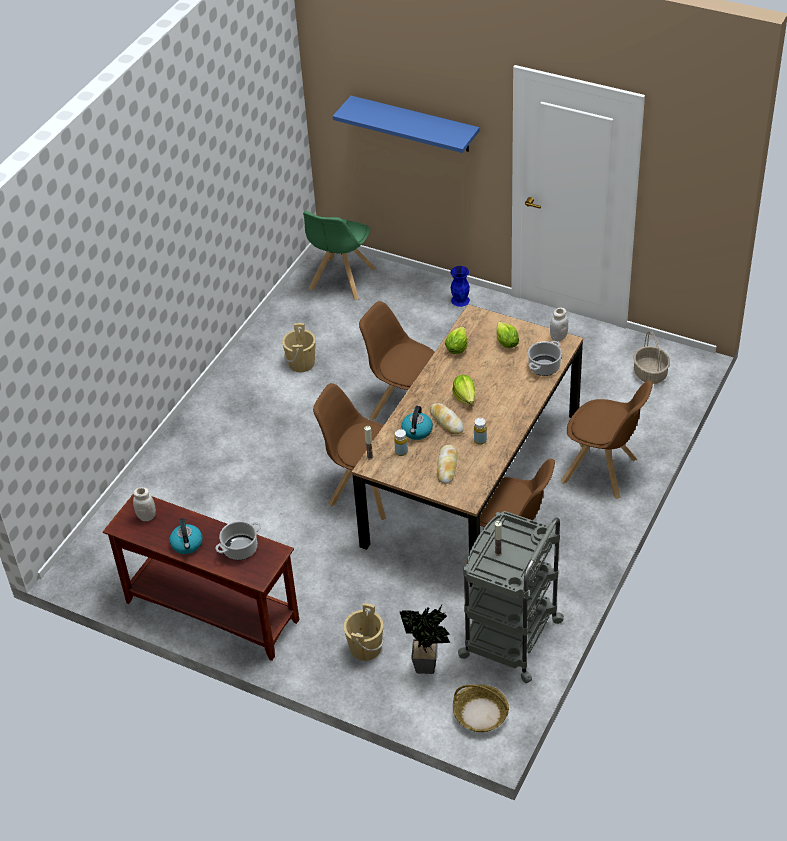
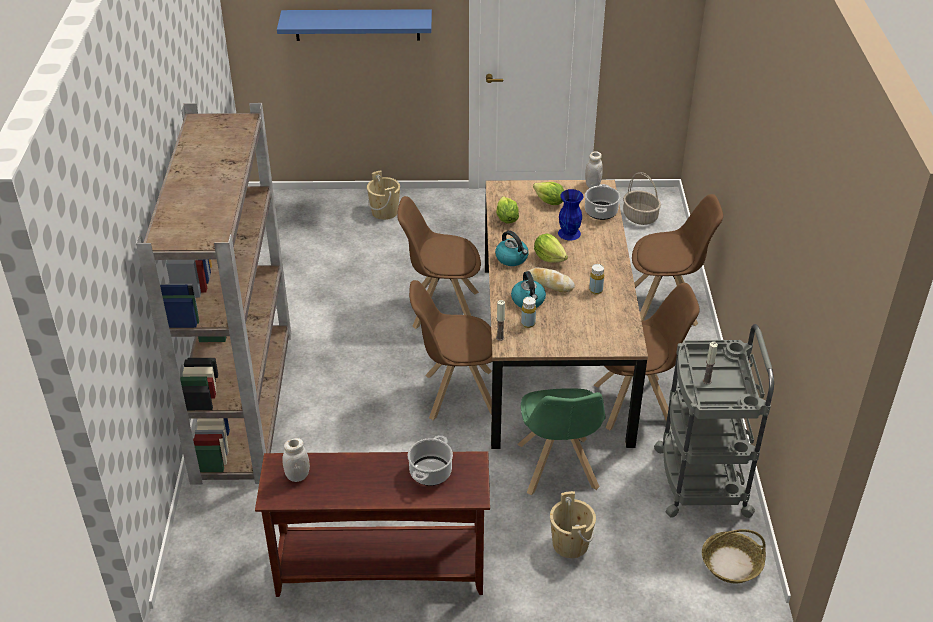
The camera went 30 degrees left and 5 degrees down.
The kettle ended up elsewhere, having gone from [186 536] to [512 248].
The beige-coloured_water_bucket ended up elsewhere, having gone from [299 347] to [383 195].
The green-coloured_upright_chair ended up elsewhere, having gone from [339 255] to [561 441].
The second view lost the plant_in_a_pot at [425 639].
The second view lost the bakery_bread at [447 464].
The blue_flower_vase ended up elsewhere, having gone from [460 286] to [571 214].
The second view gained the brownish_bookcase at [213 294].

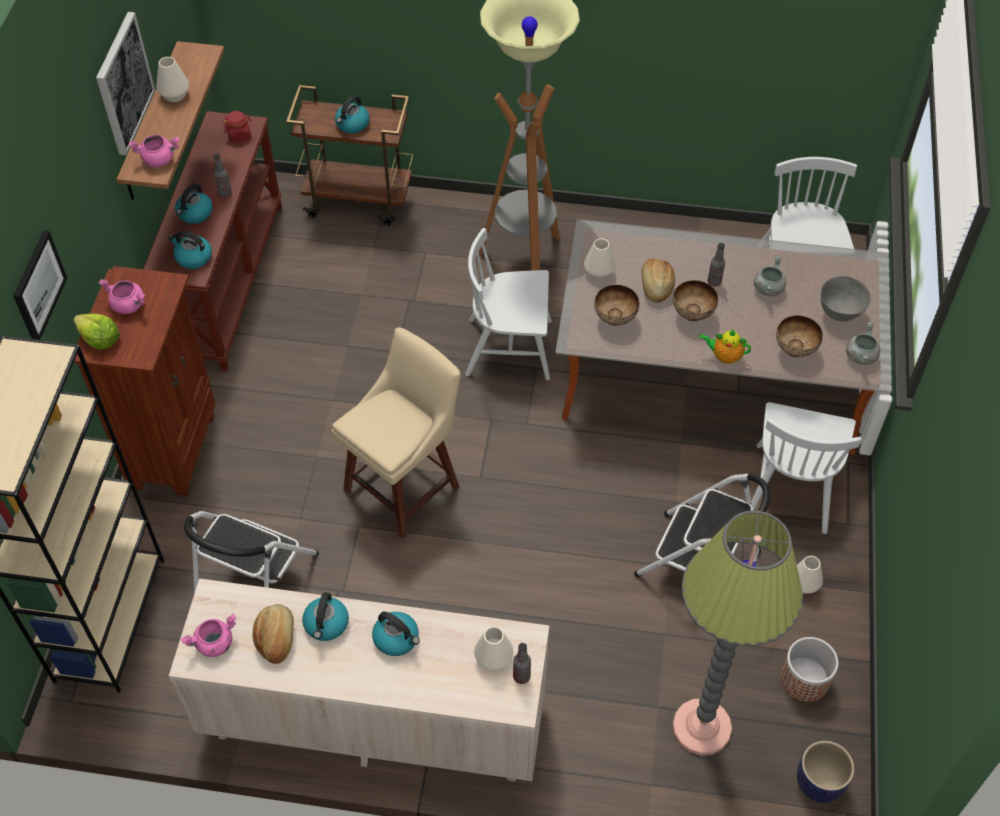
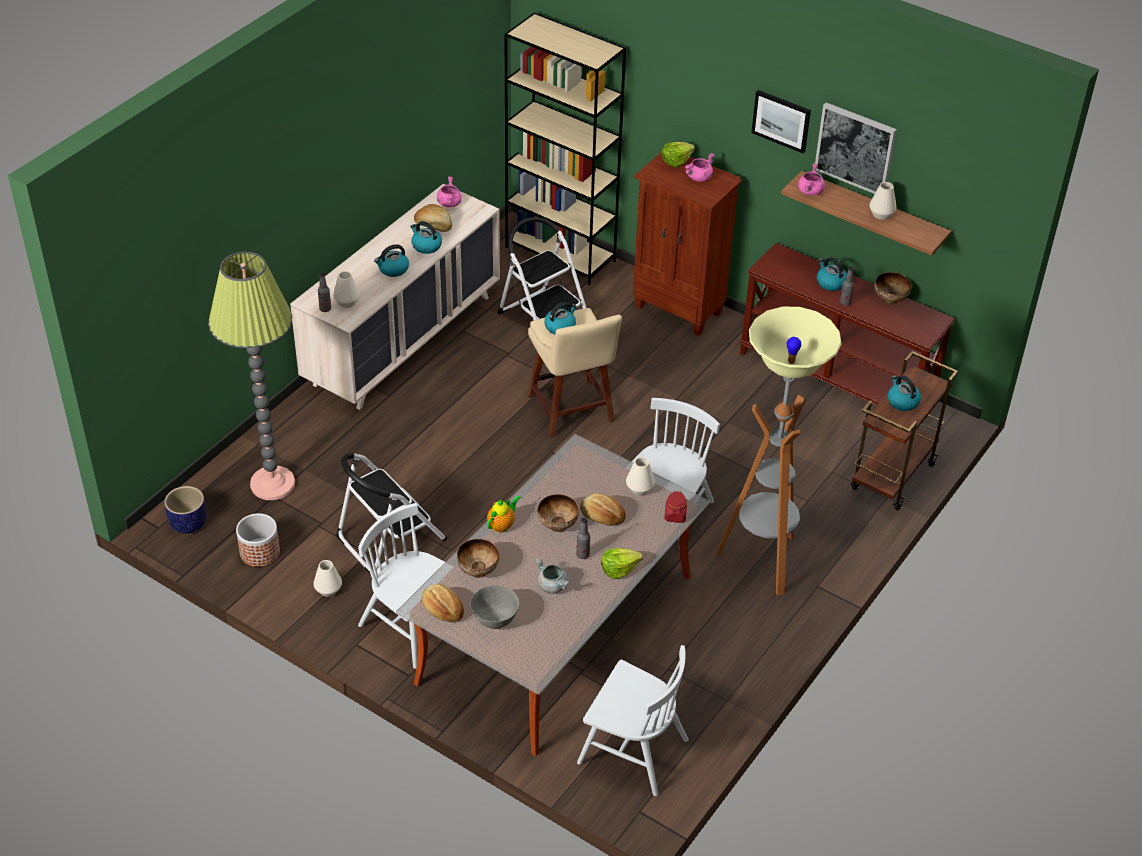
The camera went 115 degrees right and 10 degrees down.
The wall_art ended up elsewhere, having gone from [40 285] to [781 121].
The kettle ended up elsewhere, having gone from [190 250] to [560 318].
The red-coloured_preserve_jar ended up elsewhere, having gone from [237 127] to [675 507].
The bowl ended up elsewhere, having gone from [616 305] to [892 288].
Where the greyish_saucepot stood at [863 343], the bakery_bread came to stand at [442 603].
The second view gained the lettuce at [622 563].

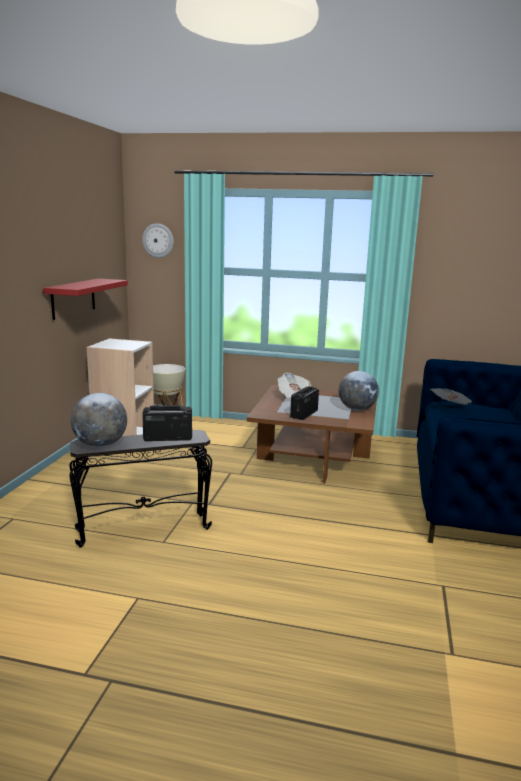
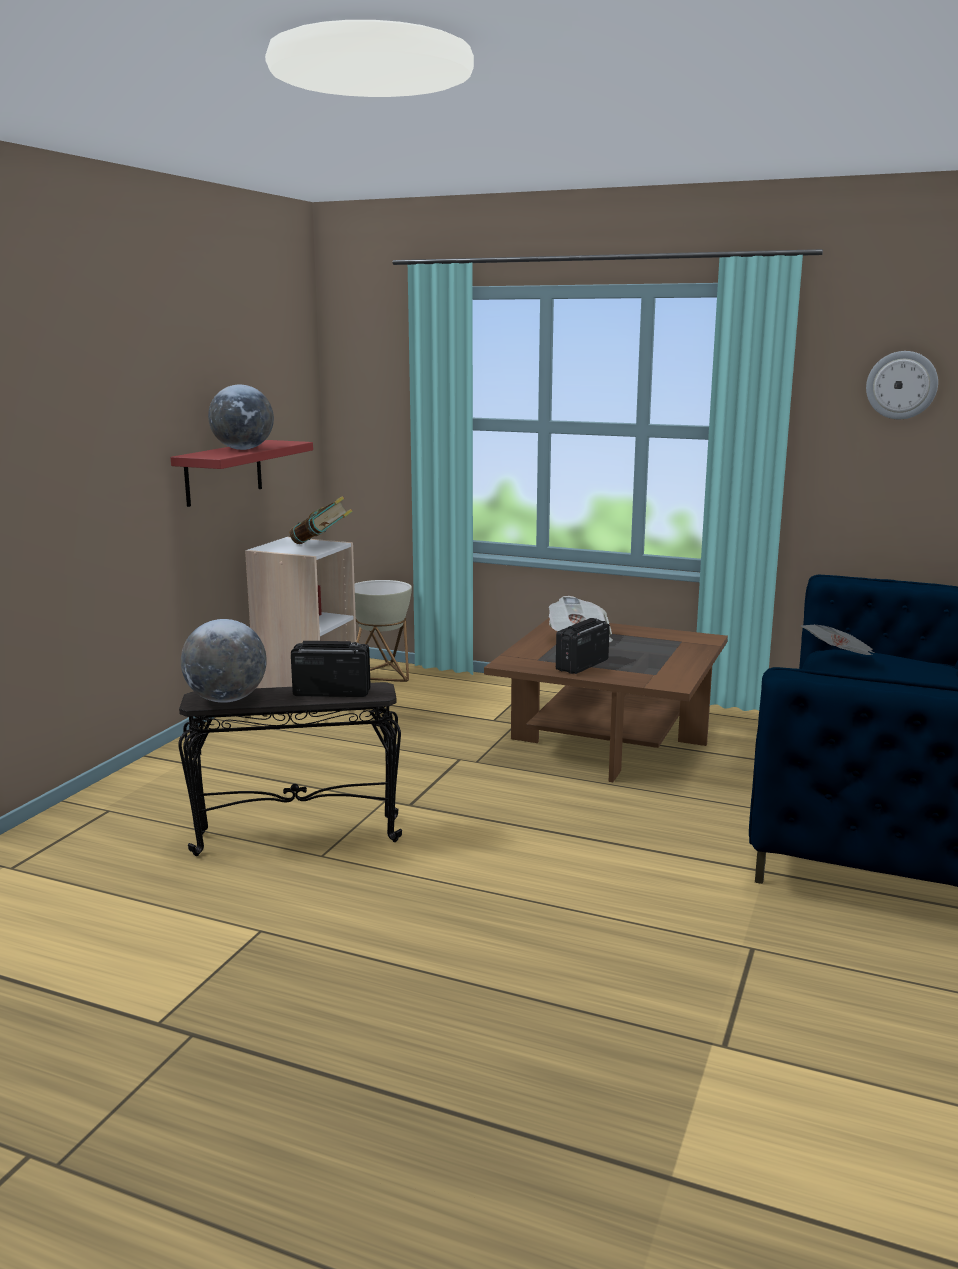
The camera went 10 degrees right and 0 degrees up.
The hanging_clock ended up elsewhere, having gone from [158 240] to [902 385].
The globe ended up elsewhere, having gone from [359 391] to [241 417].
The second view gained the volume at [321 520].

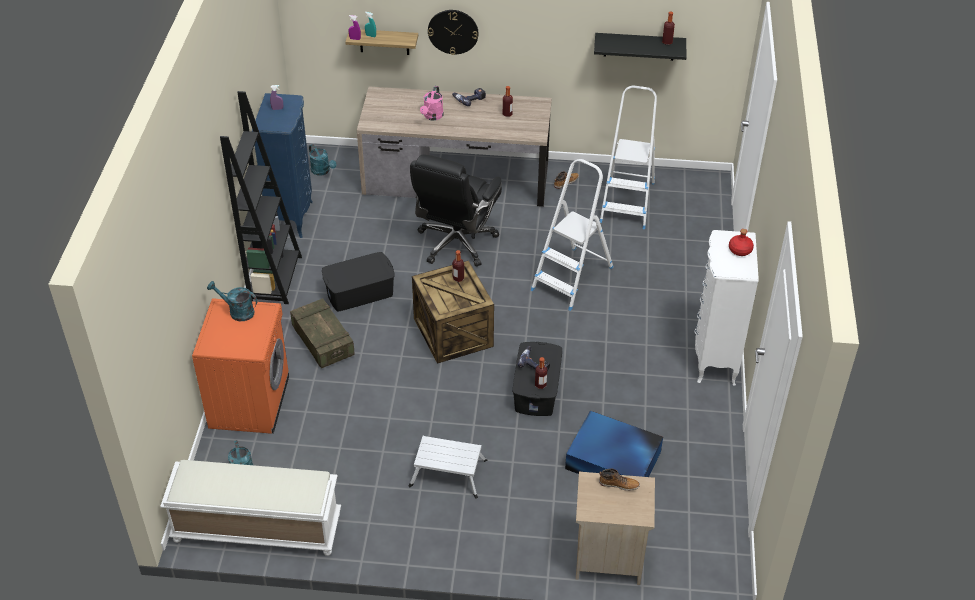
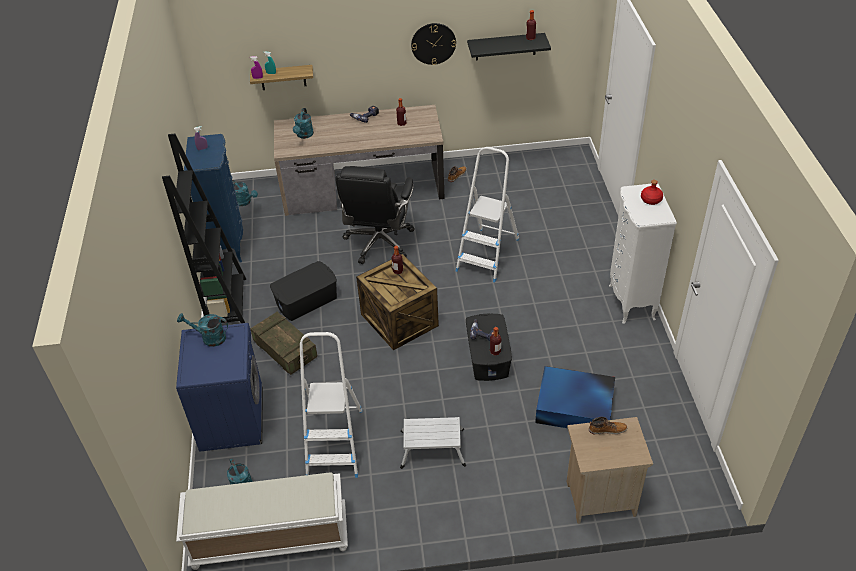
The camera went 10 degrees left and 0 degrees up.
What was the orange_laundry_machine at [240 366] turned into the blue_laundry_machine at [219 387].
The second view lost the pink_watering_pot at [432 103].
The hanging_clock ended up elsewhere, having gone from [453 32] to [433 44].
The white_stepladder ended up elsewhere, having gone from [628 157] to [331 405].
The second view gained the turquoise-coloured_watering_pot at [303 123].

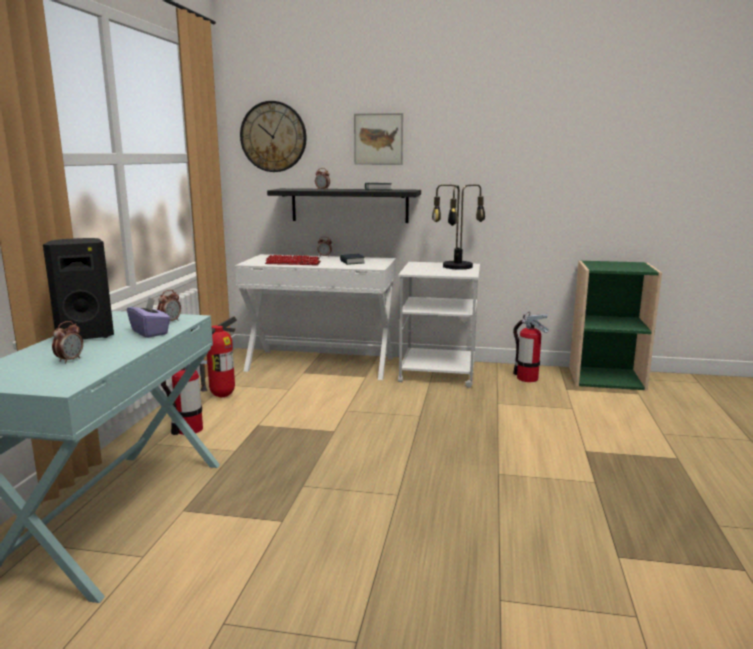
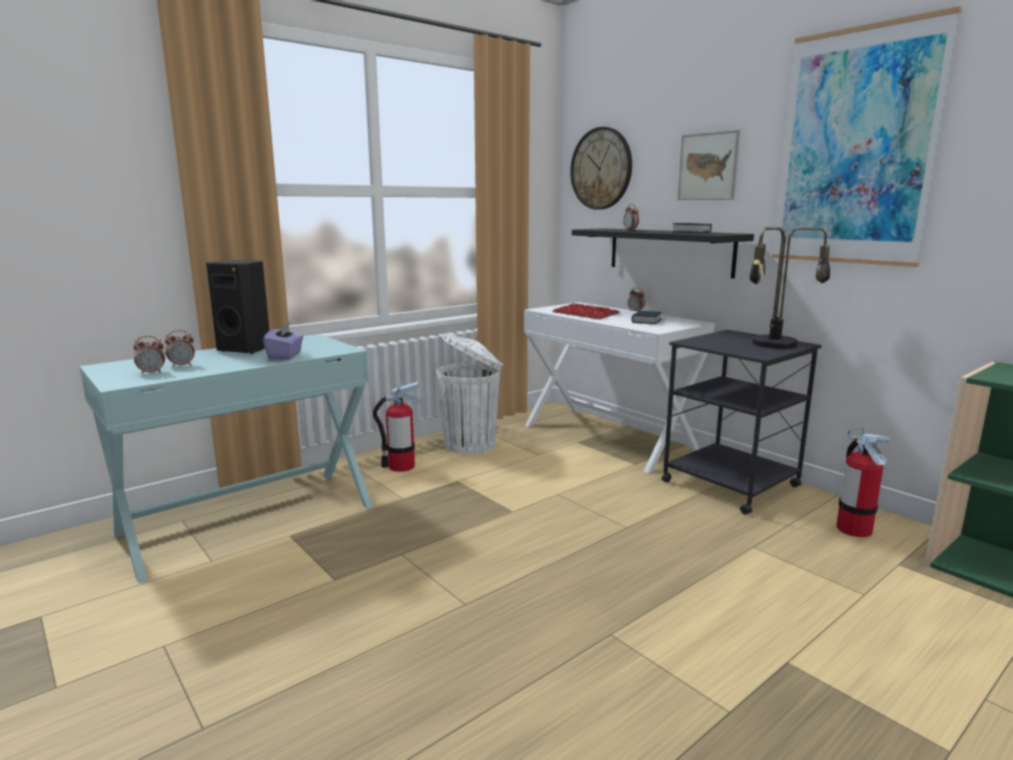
The camera went 40 degrees right and 0 degrees up.
The alarm_clock ended up elsewhere, having gone from [169 305] to [149 355].
Where the extinguisher stood at [218 356], the white_trash_can came to stand at [470 393].
What was the white_cart at [439 325] turned into the black-coloured_cart at [742 422].
The second view gained the wall_art at [867 136].

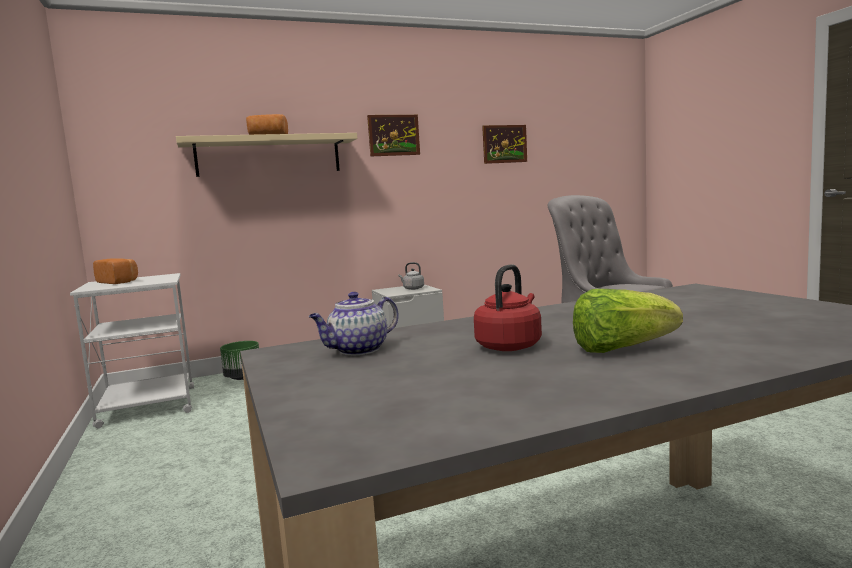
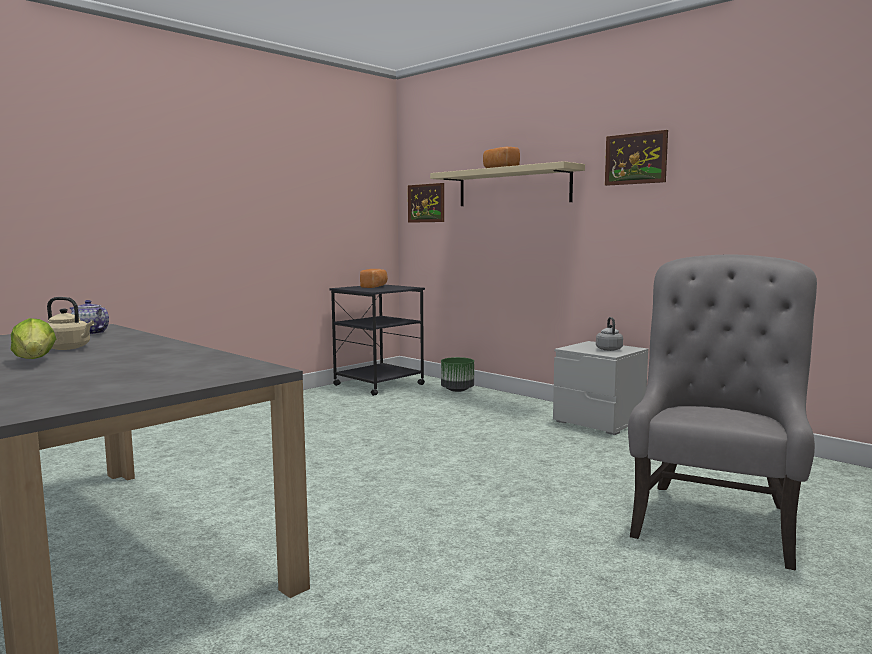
The camera went 65 degrees right and 0 degrees up.
What was the white_cart at [132 350] turned into the black-coloured_cart at [377 340].
What was the red-coloured_kettle at [508 307] turned into the beige-coloured_kettle at [70 323].
The wall_art ended up elsewhere, having gone from [504 144] to [426 203].

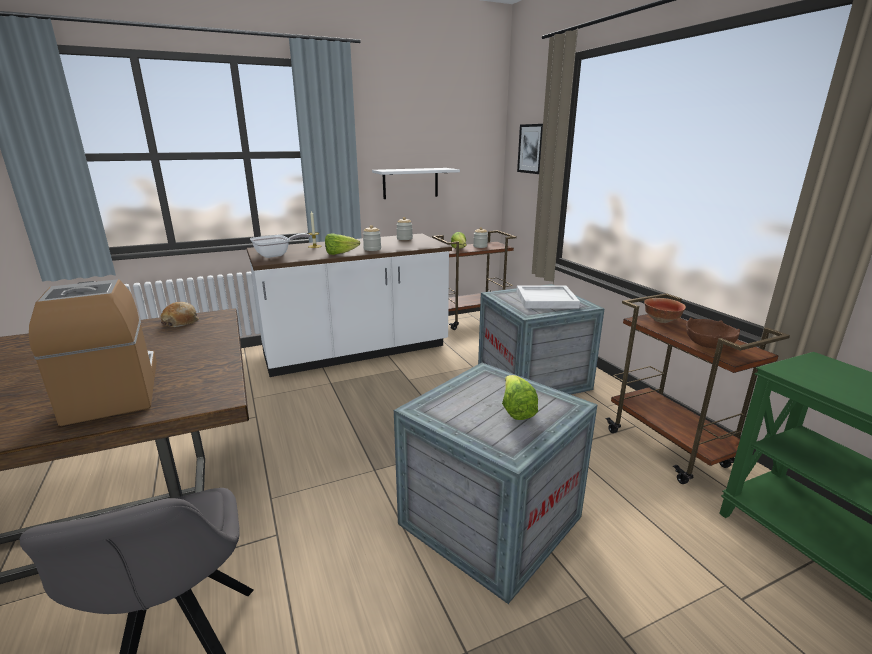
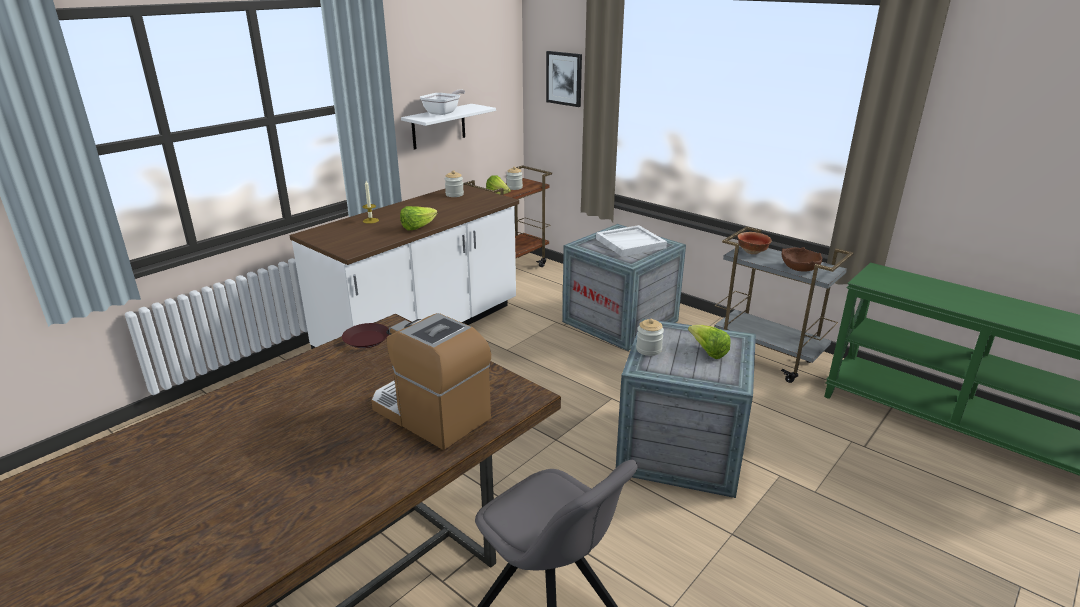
The camera went 25 degrees left and 5 degrees up.
Where the bakery_bread stood at [179 314], the brownish_dinner_plate came to stand at [365 335].
The frying_pan ended up elsewhere, having gone from [280 245] to [442 102].
The preserve_jar ended up elsewhere, having gone from [372 238] to [650 337].
What was the brownish_cart at [697 388] turned into the greyish_cart at [784 304].

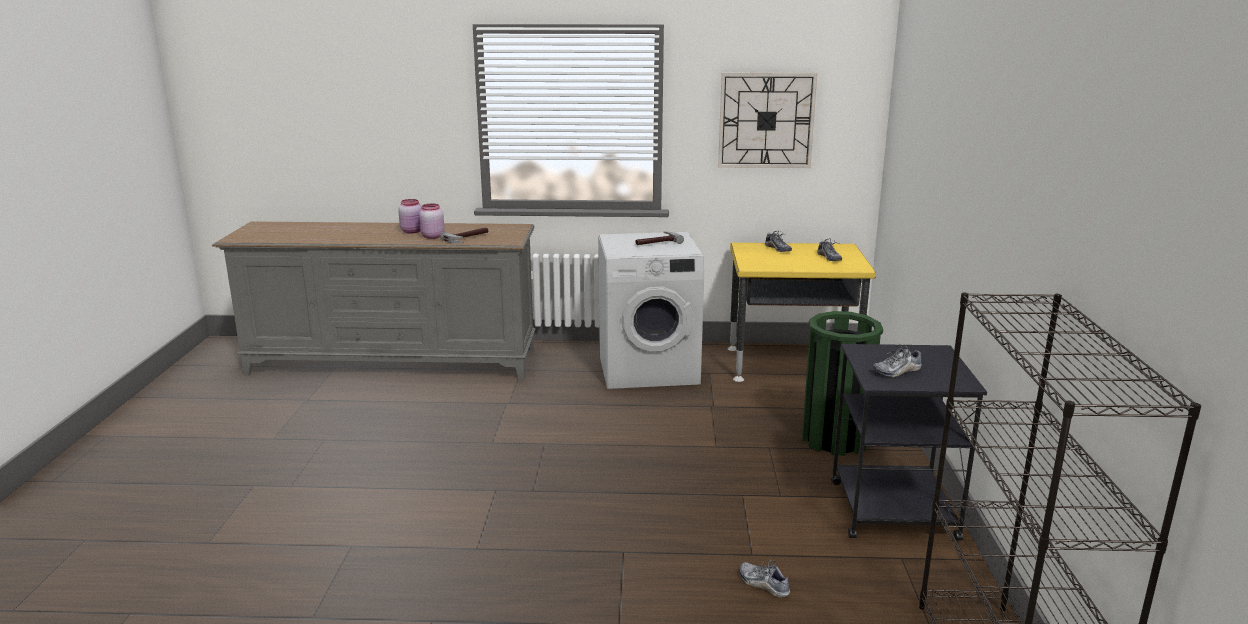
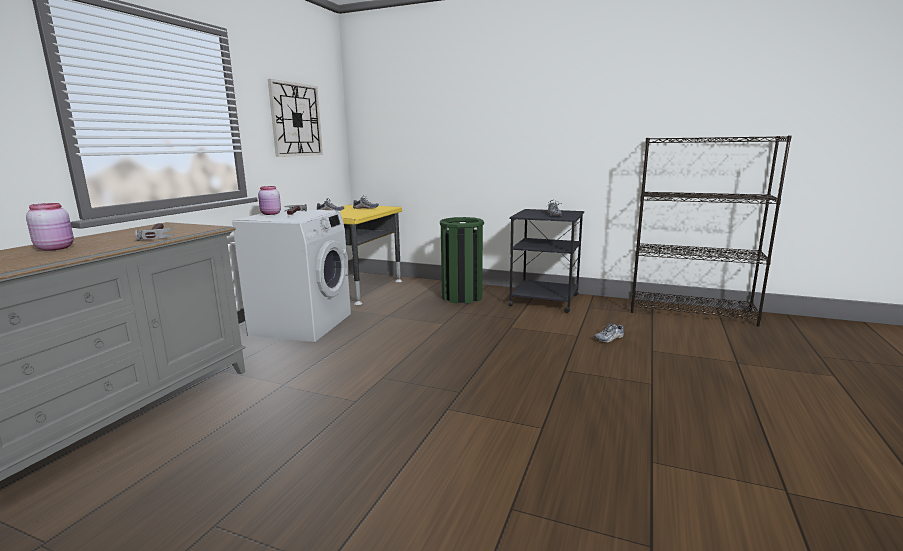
The camera went 70 degrees left and 5 degrees down.
The pink_preserve_jar ended up elsewhere, having gone from [432 221] to [269 200].

